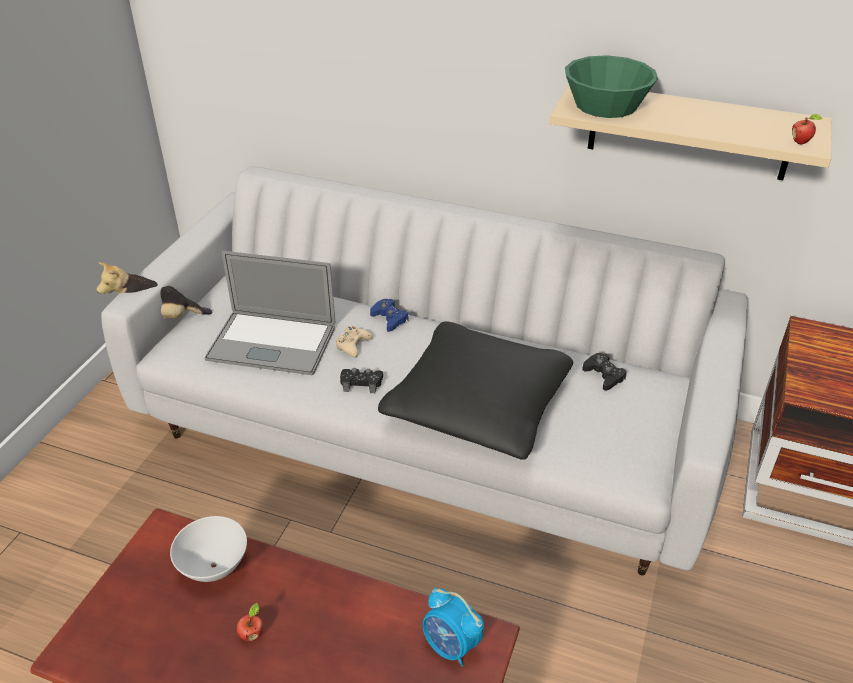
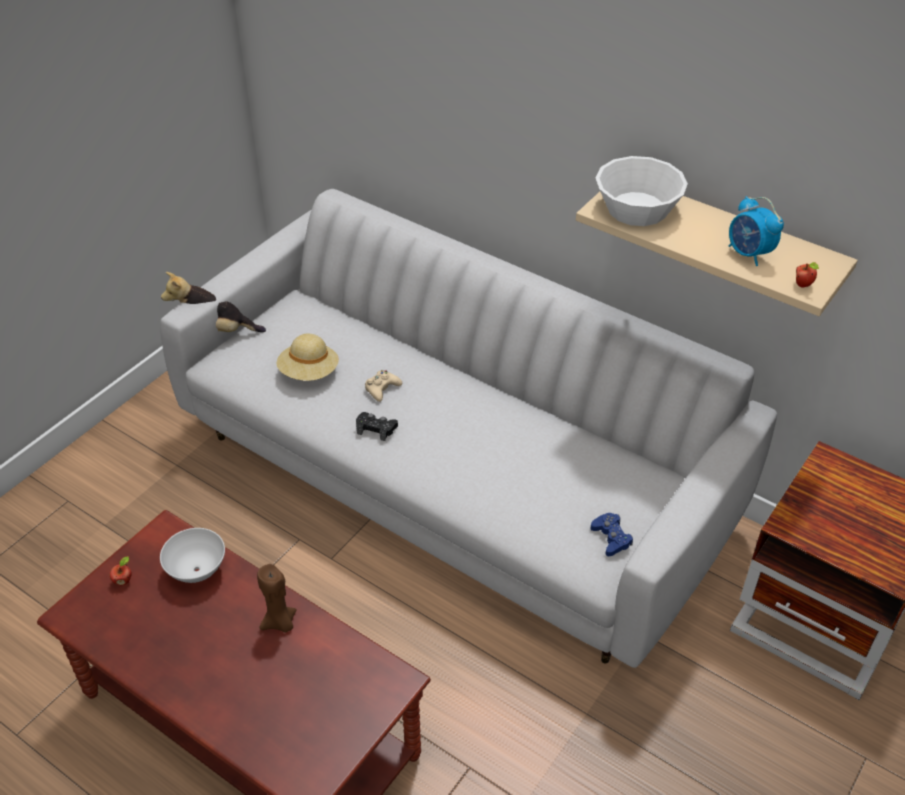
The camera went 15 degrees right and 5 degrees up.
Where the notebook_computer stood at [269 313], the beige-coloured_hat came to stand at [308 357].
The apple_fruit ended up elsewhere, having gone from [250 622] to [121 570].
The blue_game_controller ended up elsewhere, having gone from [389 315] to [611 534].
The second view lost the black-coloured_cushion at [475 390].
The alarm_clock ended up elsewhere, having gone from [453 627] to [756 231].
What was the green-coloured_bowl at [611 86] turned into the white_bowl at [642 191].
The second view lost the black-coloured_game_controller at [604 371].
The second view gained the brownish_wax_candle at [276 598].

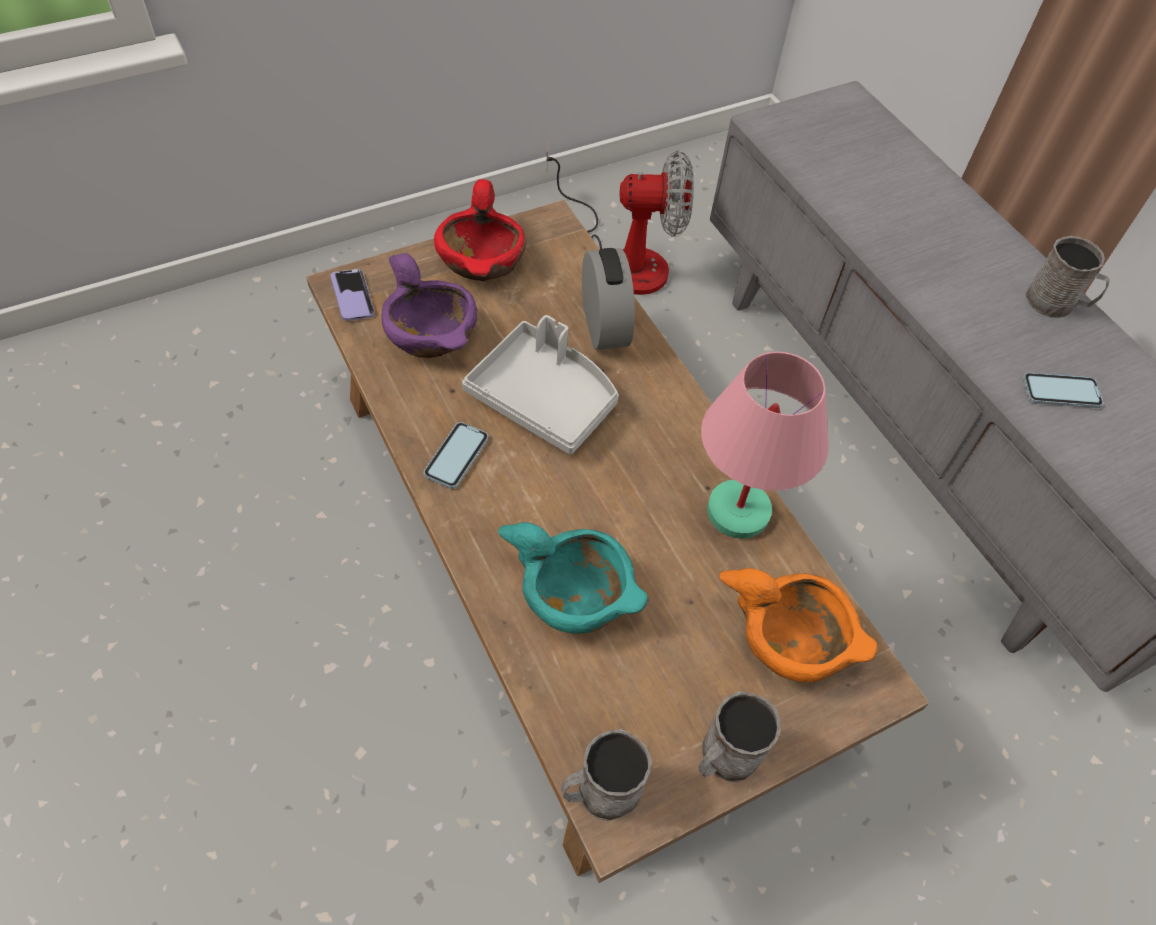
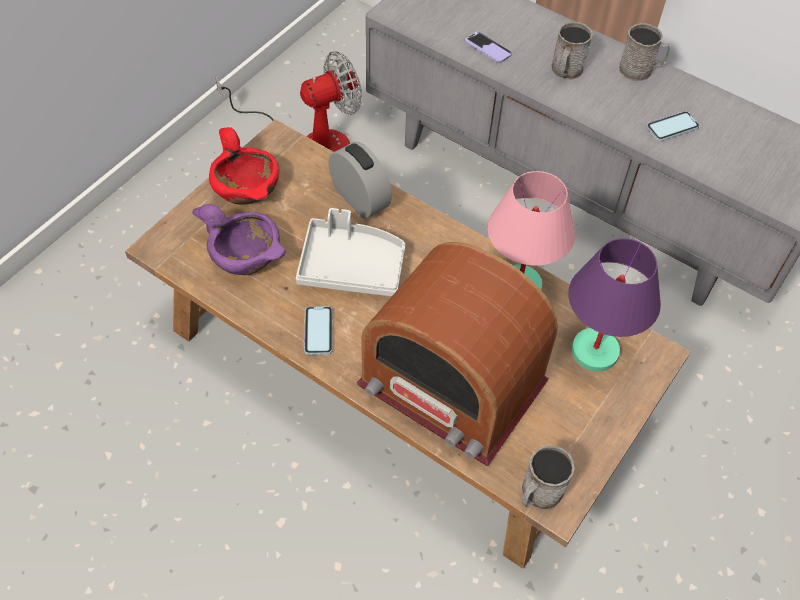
The camera went 25 degrees left and 0 degrees up.
The phone ended up elsewhere, having gone from [352 295] to [488 47].
Where the turquoise-coloured_bowl stood at [573 577], the radio_receiver came to stand at [457 354].
The greyish_tea_mug ended up elsewhere, having gone from [739 736] to [572 50].
Where the orange_bowl stood at [798 625], the purple-coloured_lamp_for_a_table came to stand at [614 305].

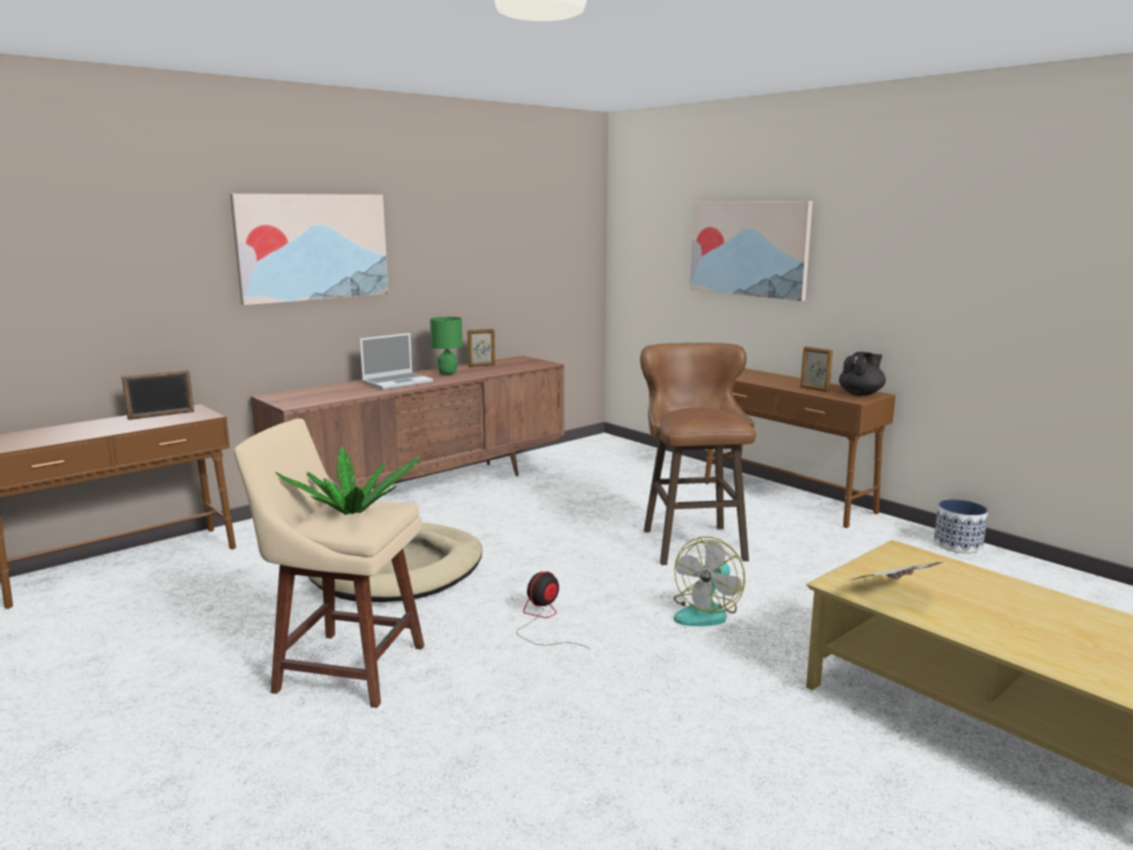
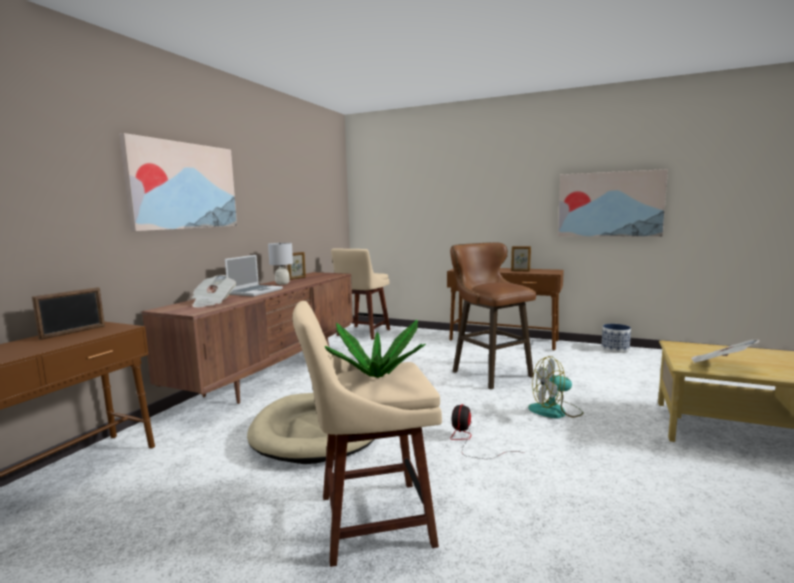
The camera went 25 degrees left and 5 degrees down.
What was the green-coloured_lamp_for_a_table at [446 346] turned into the greyish_lamp_for_a_table at [280 264].
The electric_fan at [709 581] ended up facing another way, 75 degrees clockwise from before.
The wall_art ended up elsewhere, having gone from [751 251] to [613 203].
The second view lost the black-coloured_tea_pot at [862 374].
The second view gained the daily_paper at [214 291].
The second view gained the beige-coloured_stool_seat at [360 294].

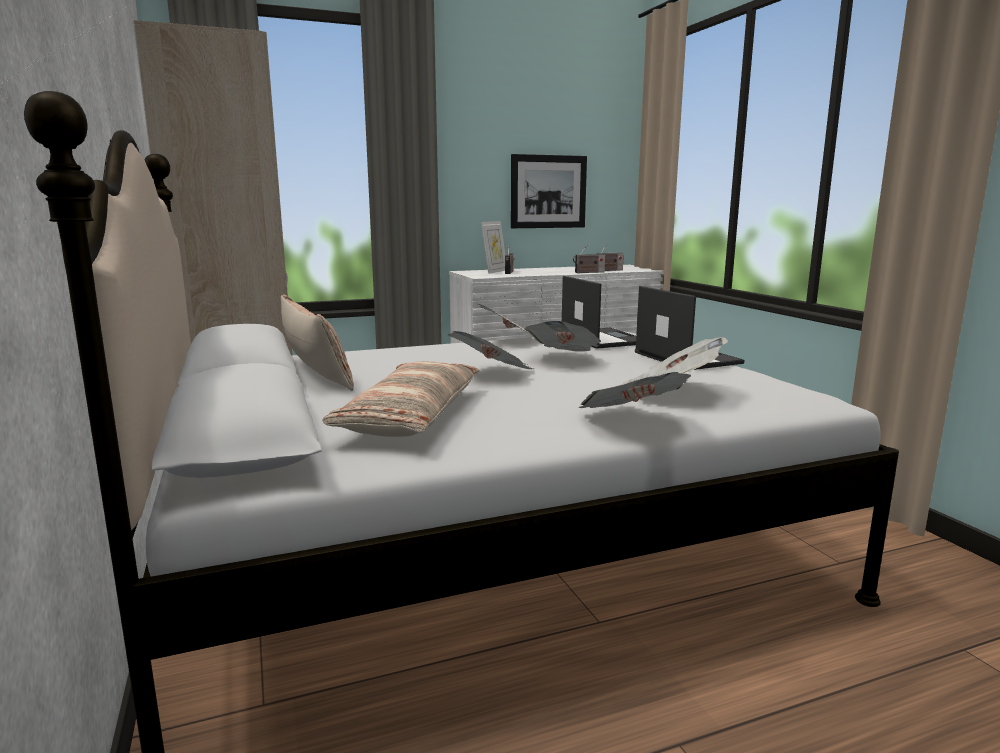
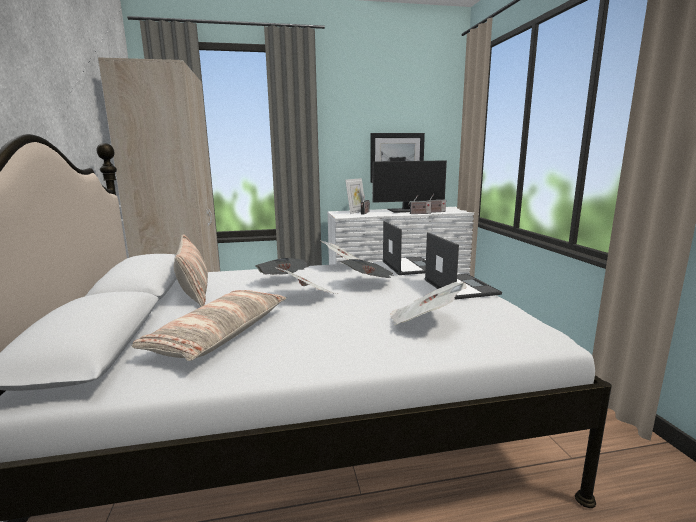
The camera went 10 degrees right and 0 degrees up.
The daily_paper ended up elsewhere, having gone from [634 390] to [282 266].
The second view gained the monitor at [409 186].

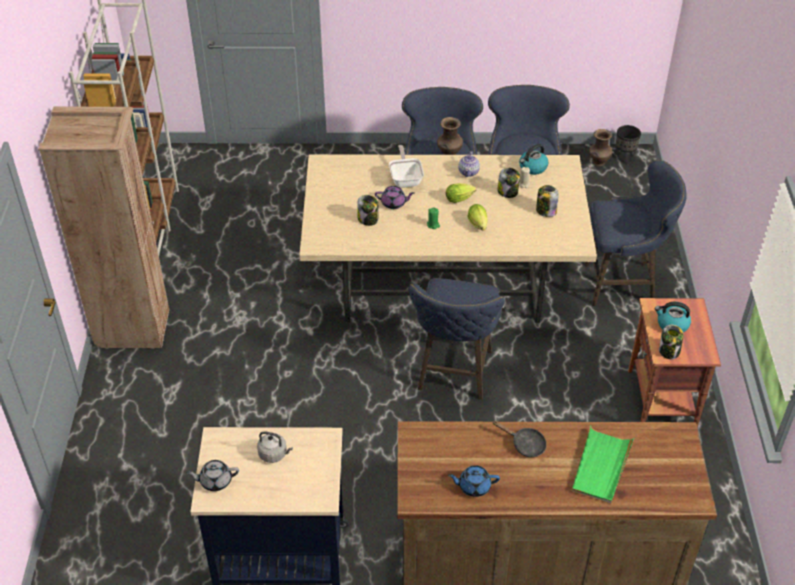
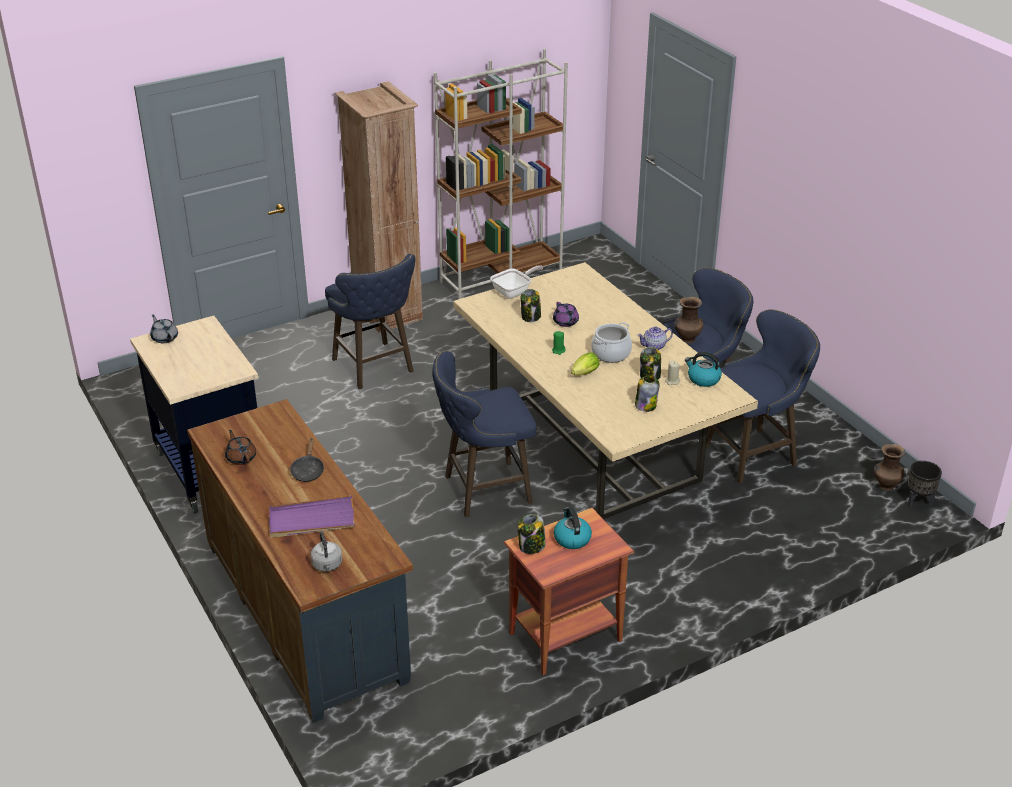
The camera went 60 degrees right and 10 degrees down.
The greyish_kettle ended up elsewhere, having gone from [275 447] to [326 551].
The frying_pan ended up elsewhere, having gone from [406 166] to [516 282].
Where the lettuce stood at [461 193], the saucepot came to stand at [611 342].
What was the blue_tea_pot at [474 481] turned into the brownish_tea_pot at [240 447].
What was the green-coloured_tray at [603 464] turned into the purple-coloured_tray at [312 516].
The blue_stool_seat ended up elsewhere, having gone from [636 233] to [370 321].

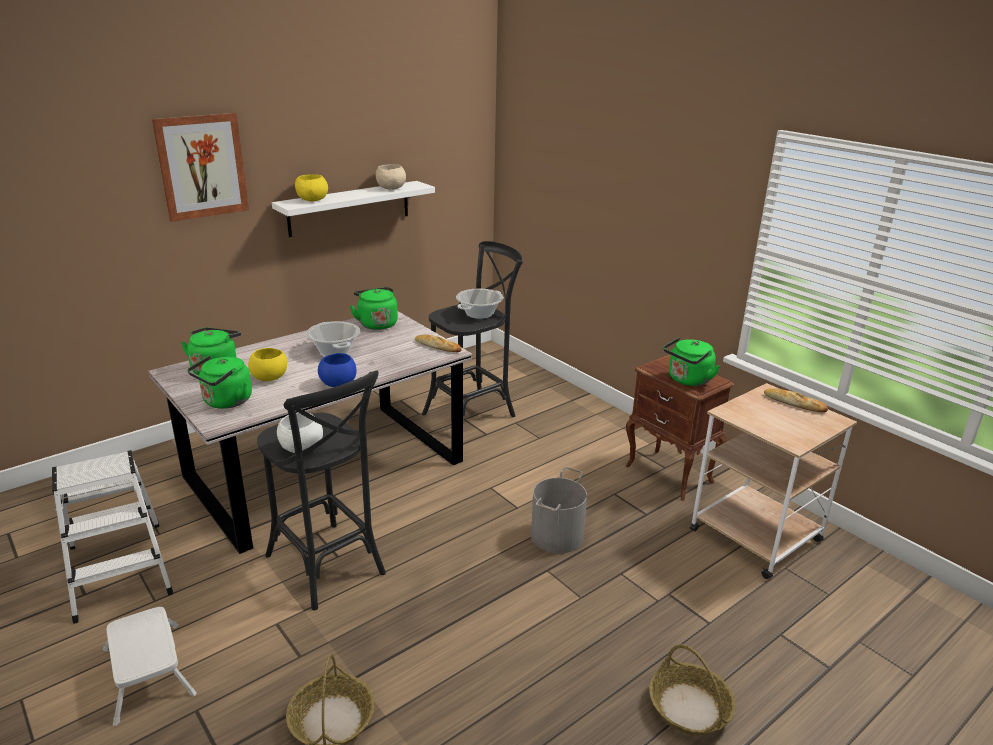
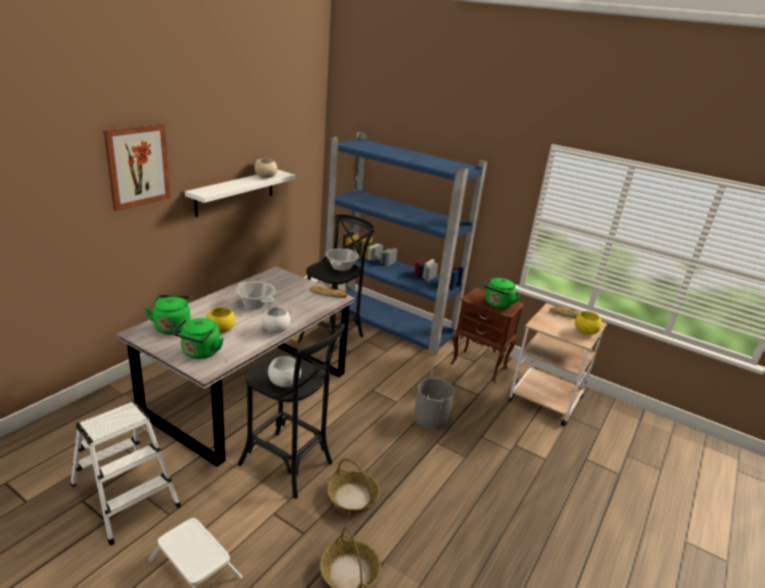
The camera went 20 degrees left and 0 degrees up.
The yellowish_bowl ended up elsewhere, having gone from [311 187] to [588 323].
What was the blue_bowl at [337 370] turned into the white_bowl at [276 320].
The second view lost the green-coloured_kettle at [374 308].
The household_basket ended up elsewhere, having gone from [692 690] to [353 485].
The second view gained the blue_bookcase at [405 244].

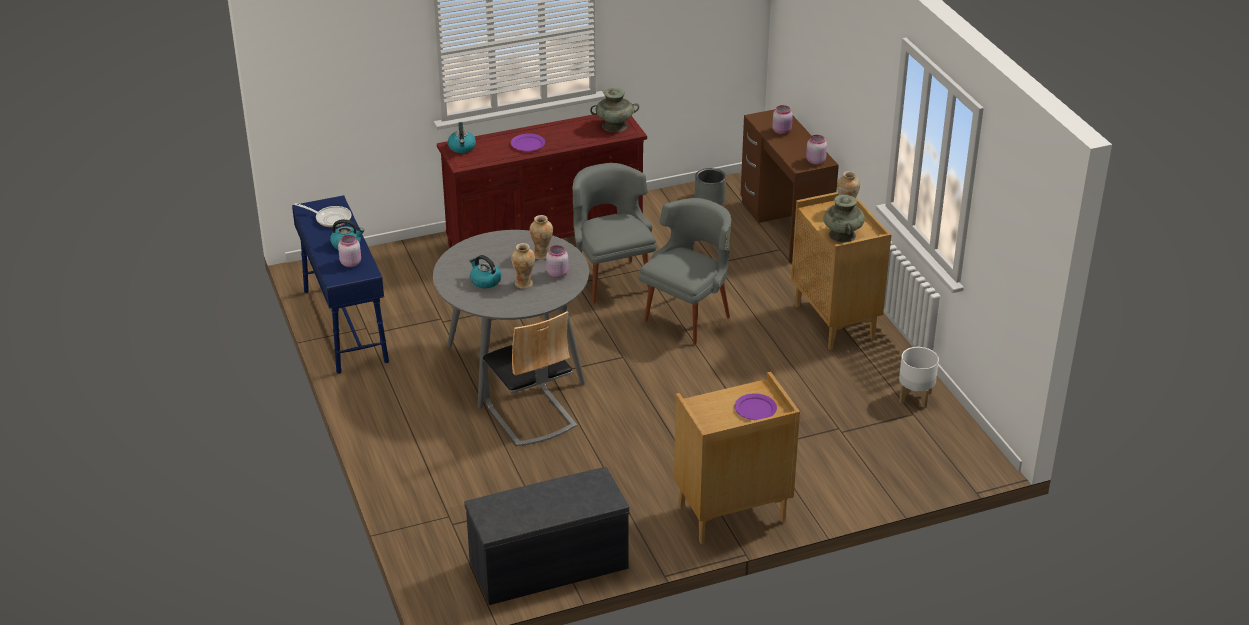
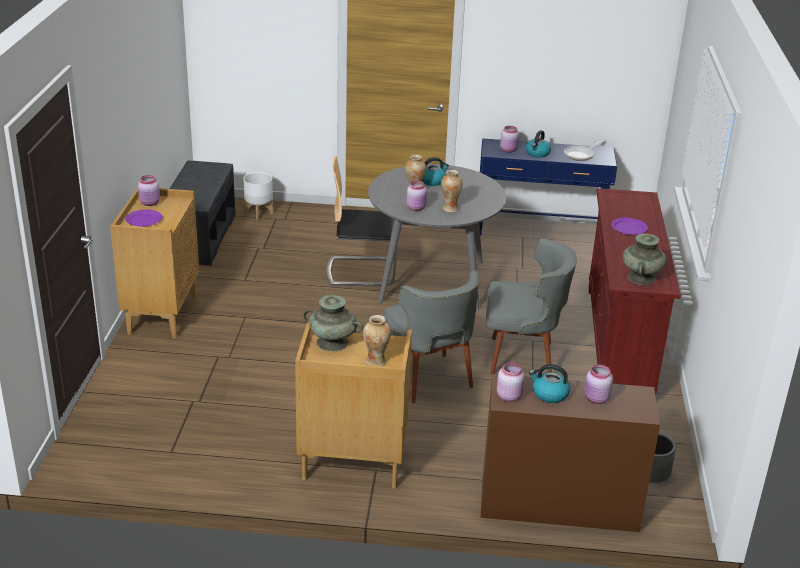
The camera went 115 degrees right and 5 degrees down.
The kettle ended up elsewhere, having gone from [461 137] to [549 383].
The white_planter ended up elsewhere, having gone from [919 377] to [258 196].
The second view gained the pink_preserve_jar at [149 190].

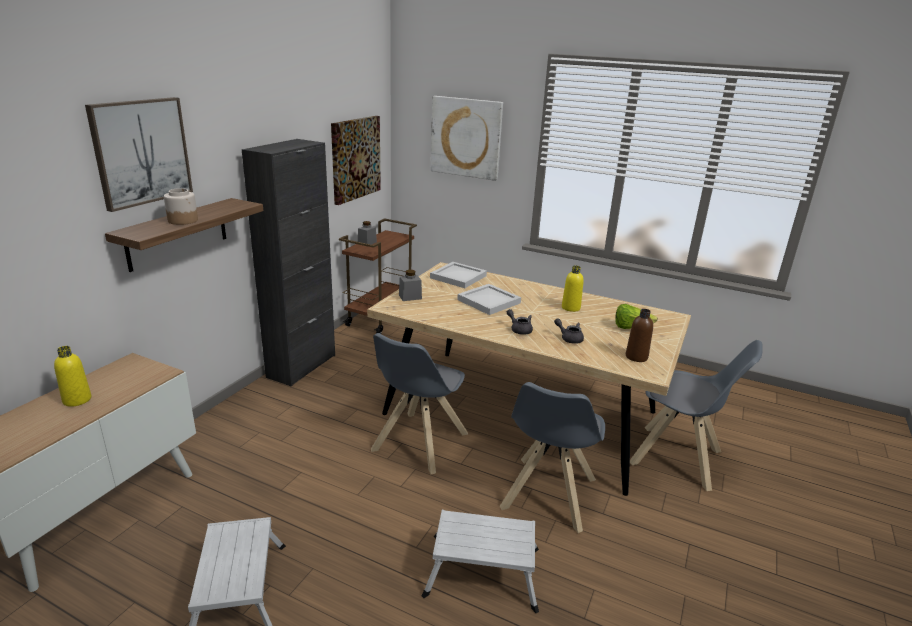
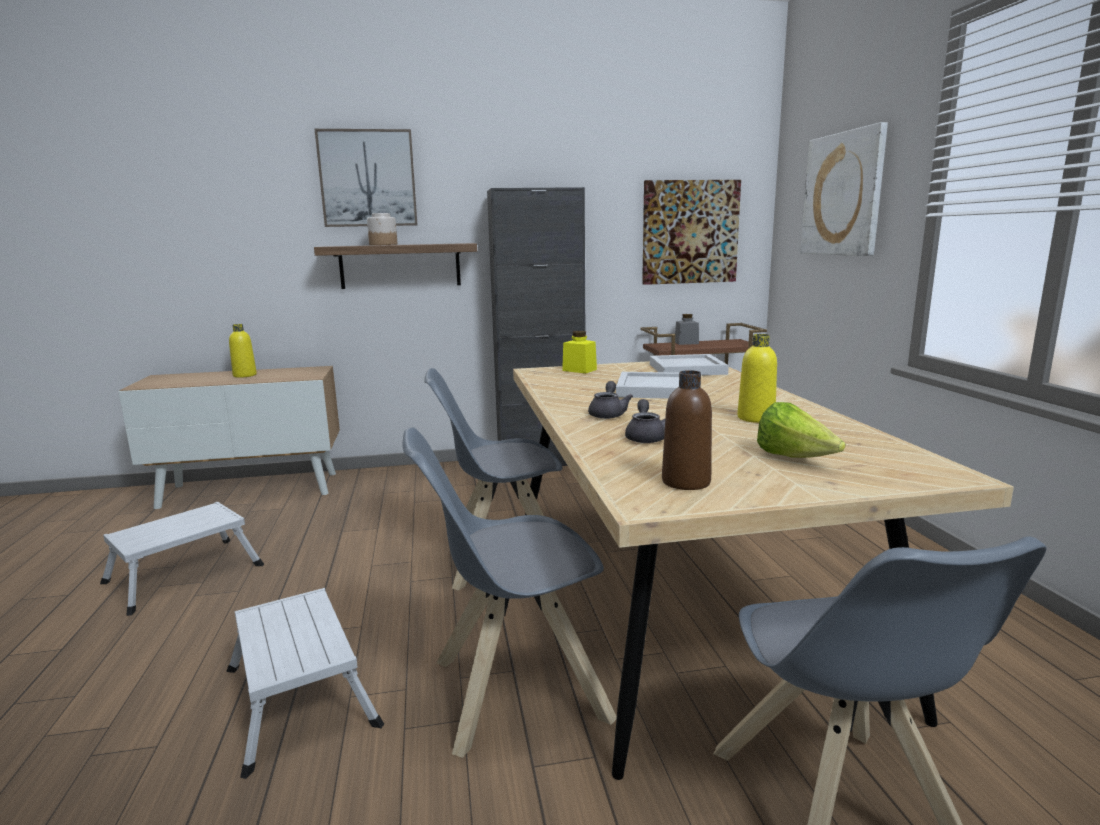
The camera went 55 degrees right and 10 degrees down.
What was the greyish_preserve_jar at [410 285] turned into the yellowish_preserve_jar at [579 352].

